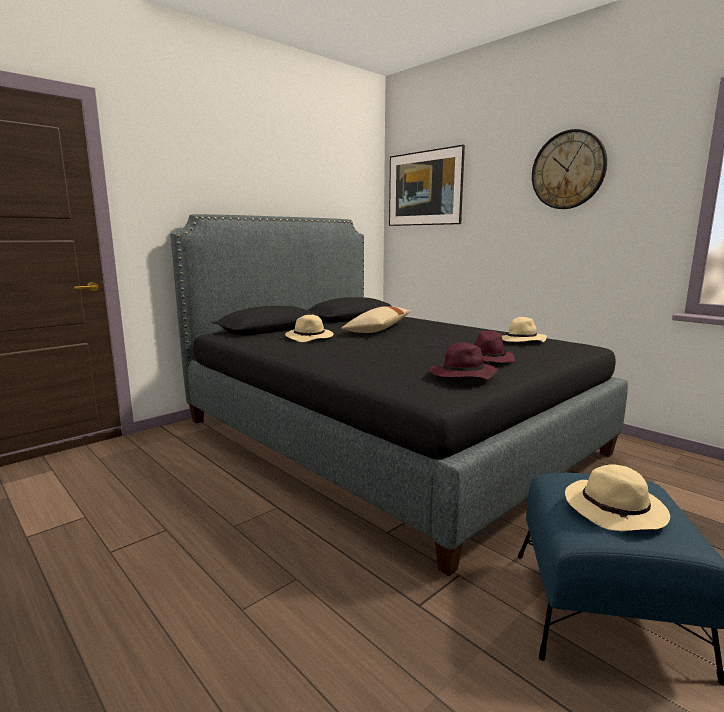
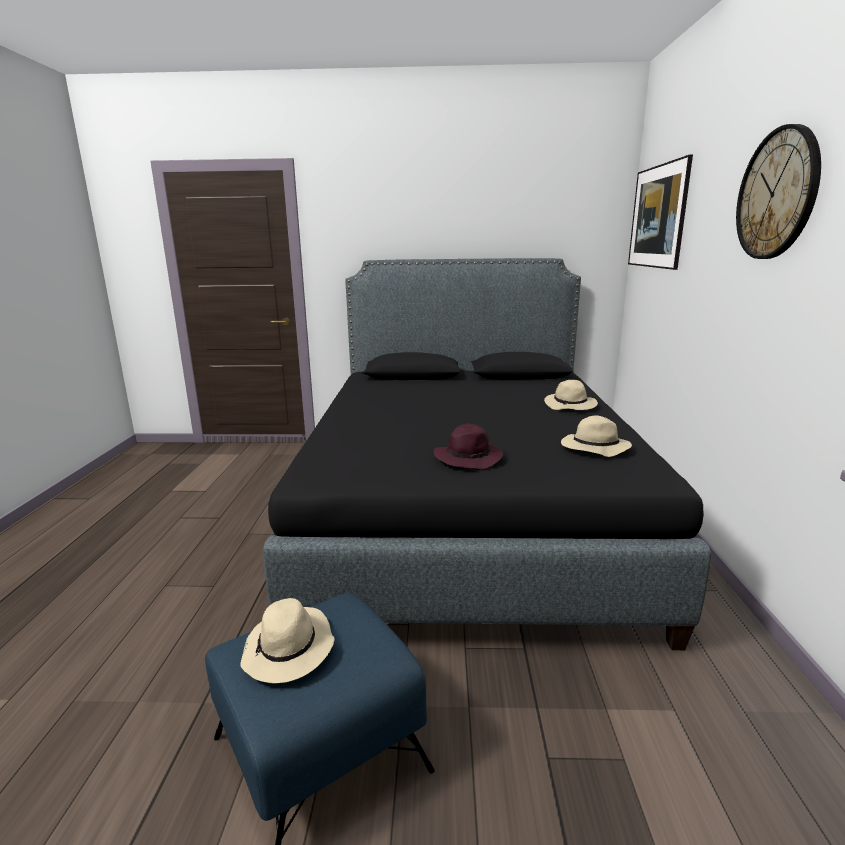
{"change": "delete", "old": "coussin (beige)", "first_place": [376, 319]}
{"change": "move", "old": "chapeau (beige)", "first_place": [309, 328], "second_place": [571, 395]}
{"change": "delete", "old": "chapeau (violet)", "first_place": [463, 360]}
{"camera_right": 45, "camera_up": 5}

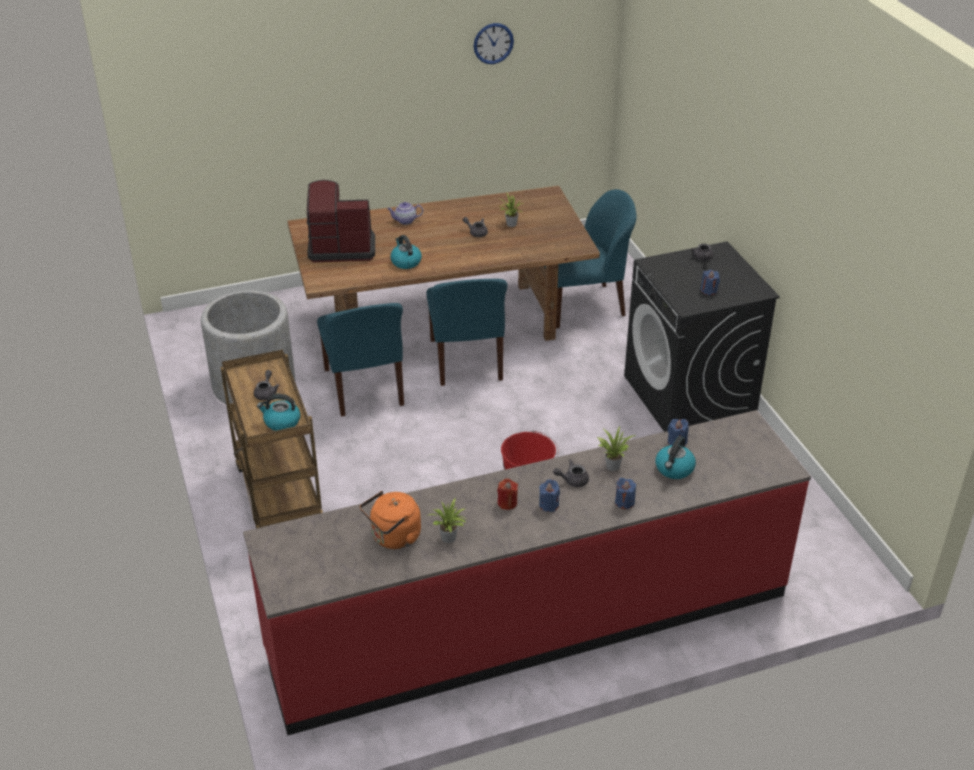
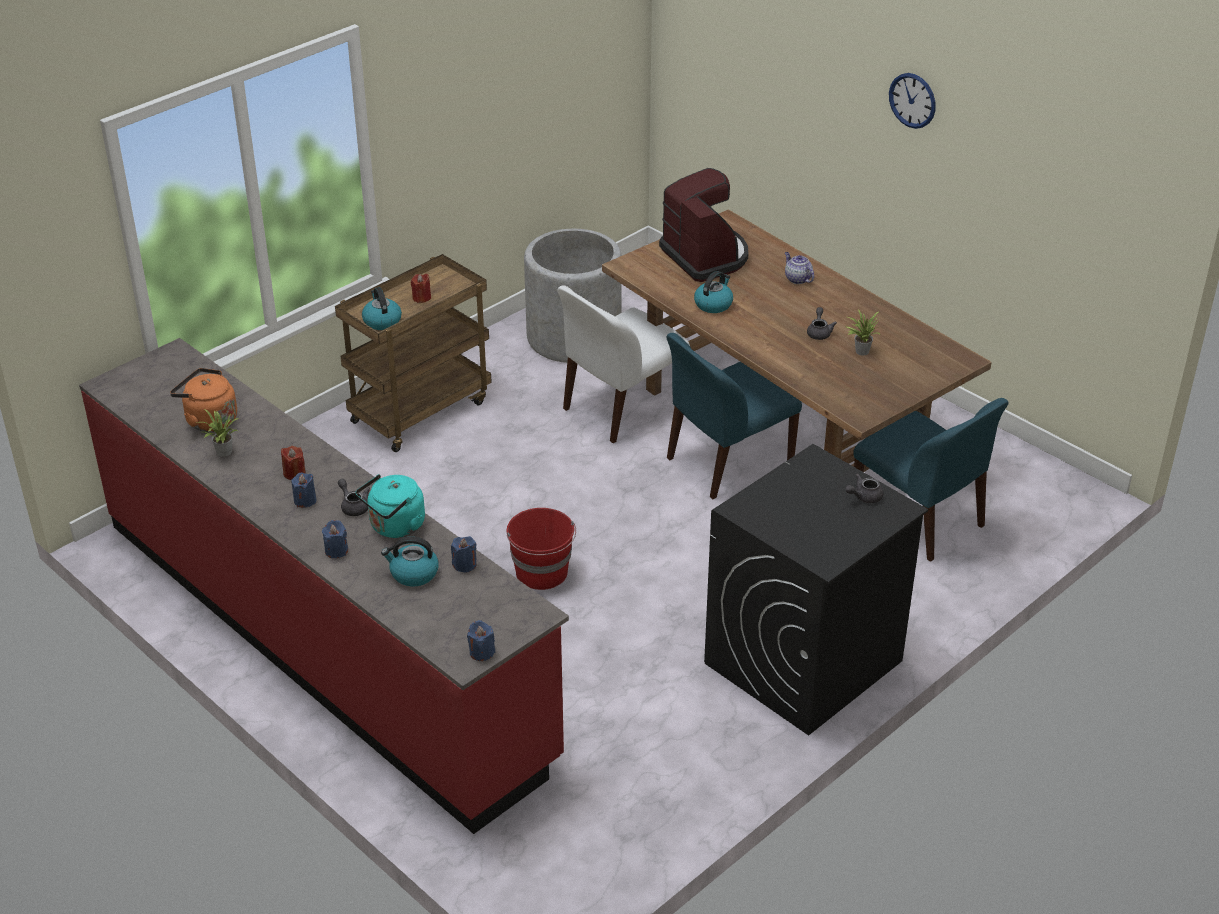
{"change": "move", "old": "horloge murale", "first_place": [493, 43], "second_place": [912, 101]}
{"change": "move", "old": "bougie (bleu)", "first_place": [710, 282], "second_place": [481, 640]}
{"change": "recolor", "old": "chaise (bleu)", "new": "chaise (blanc)", "first_place": [360, 360], "second_place": [624, 364]}
{"change": "replace", "old": "théière (gris)", "new": "bougie (rouge)", "first_place": [266, 385], "second_place": [421, 288]}
{"change": "replace", "old": "plante en pot", "new": "bouilloire (turquoise)", "first_place": [616, 448], "second_place": [390, 506]}
{"camera_right": 65, "camera_up": 0}

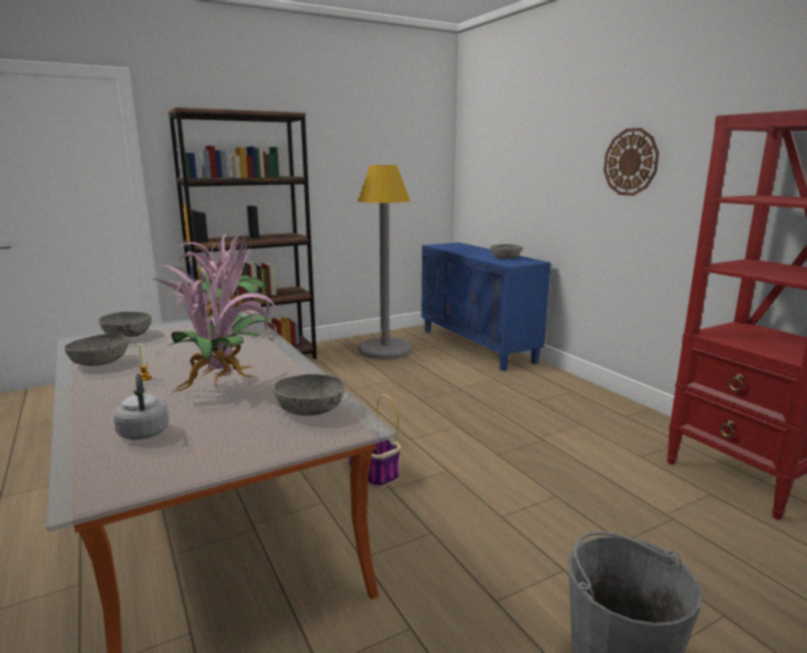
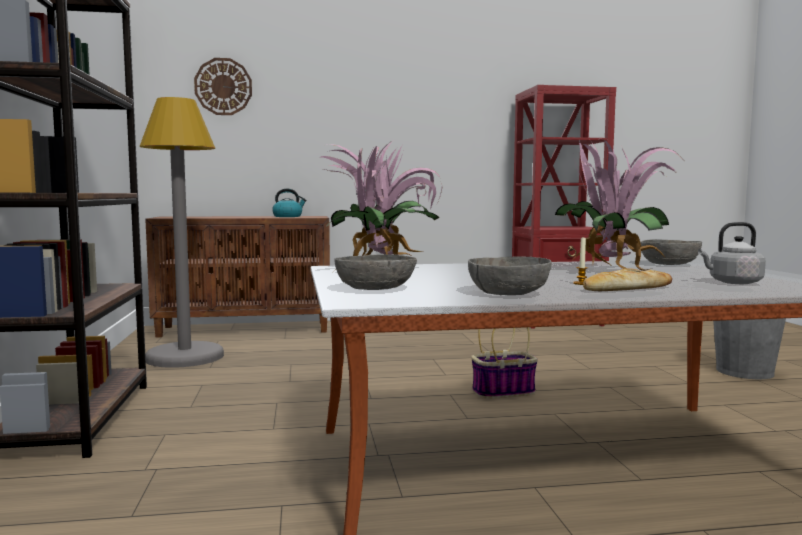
{"change": "move", "old": "horloge murale", "first_place": [631, 162], "second_place": [223, 86]}
{"change": "recolor", "old": "meuble de rangement (bleu)", "new": "meuble de rangement (marron)", "first_place": [486, 306], "second_place": [237, 277]}
{"change": "replace", "old": "bol (gris)", "new": "bouilloire", "first_place": [506, 251], "second_place": [289, 203]}
{"change": "insert", "new": "pain", "second_place": [627, 279]}
{"camera_right": -70, "camera_up": -10}

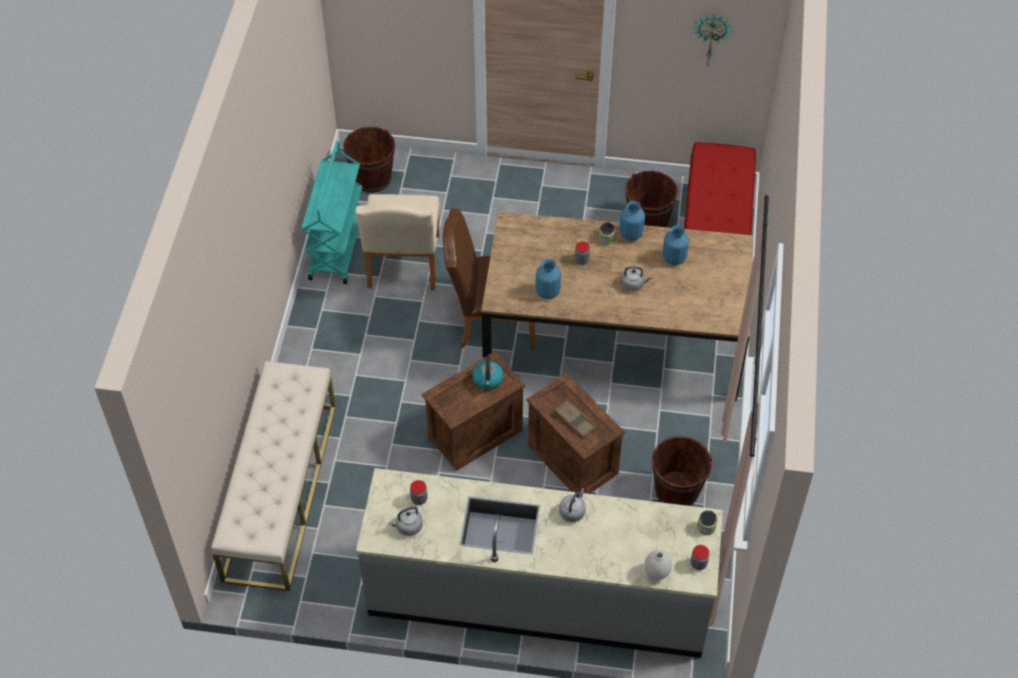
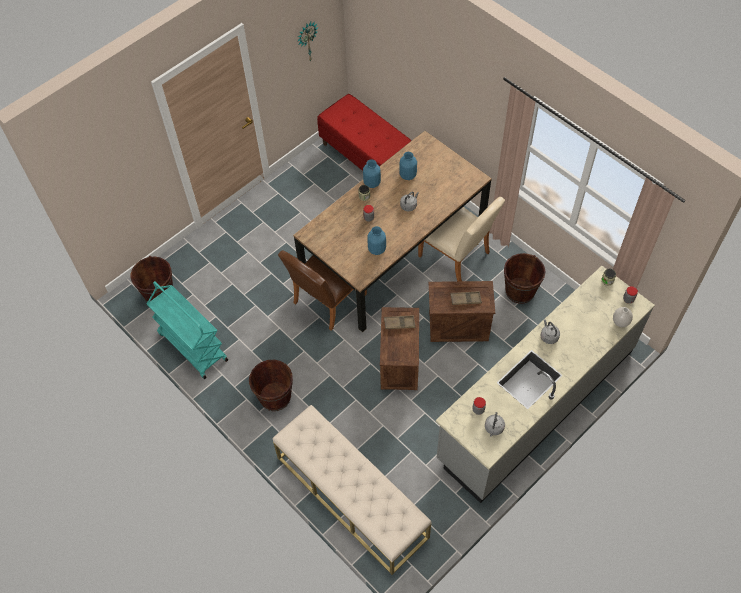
{"change": "move", "old": "seau (marron)", "first_place": [651, 199], "second_place": [271, 385]}
{"change": "move", "old": "chaise (beige)", "first_place": [397, 242], "second_place": [461, 239]}
{"change": "replace", "old": "bouilloire", "new": "plateau (marron)", "first_place": [488, 372], "second_place": [400, 322]}
{"camera_right": -50, "camera_up": 5}

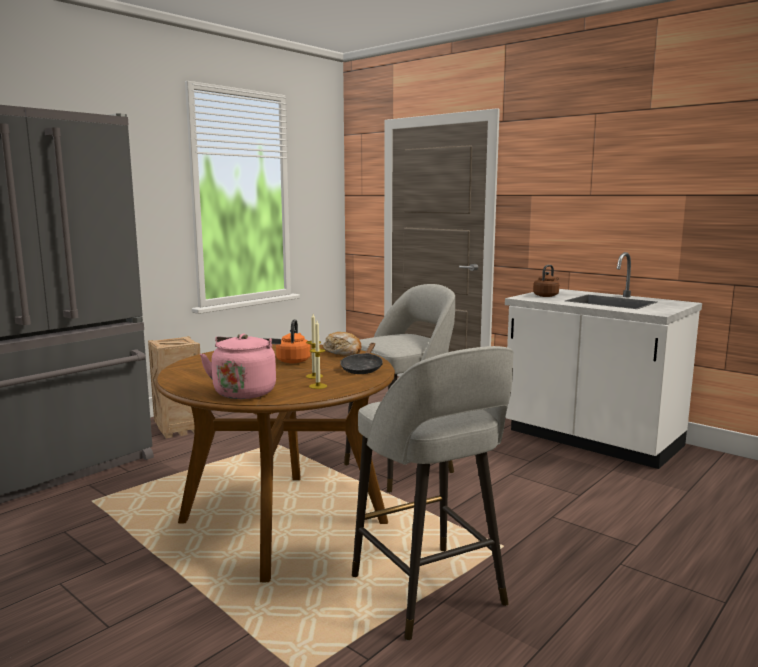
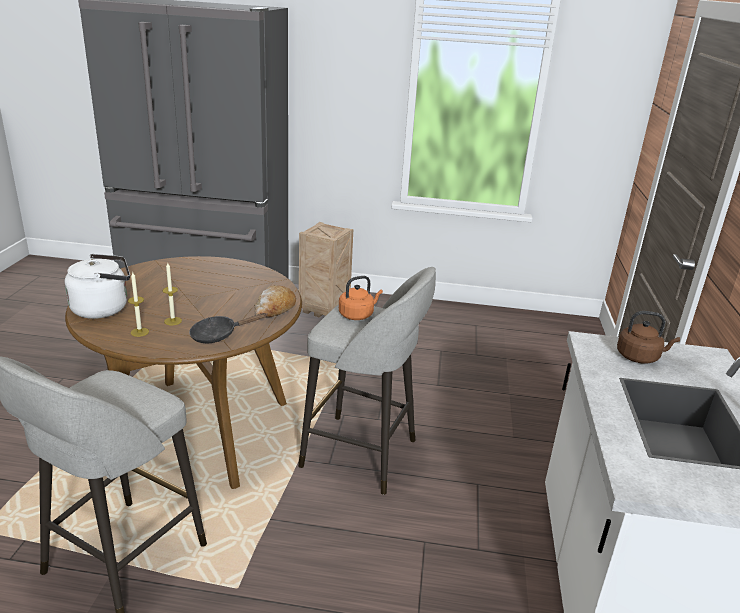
{"change": "move", "old": "bouilloire (orange)", "first_place": [293, 341], "second_place": [361, 298]}
{"change": "recolor", "old": "bouilloire (rose)", "new": "bouilloire (blanc)", "first_place": [240, 366], "second_place": [97, 286]}
{"camera_right": 55, "camera_up": 15}

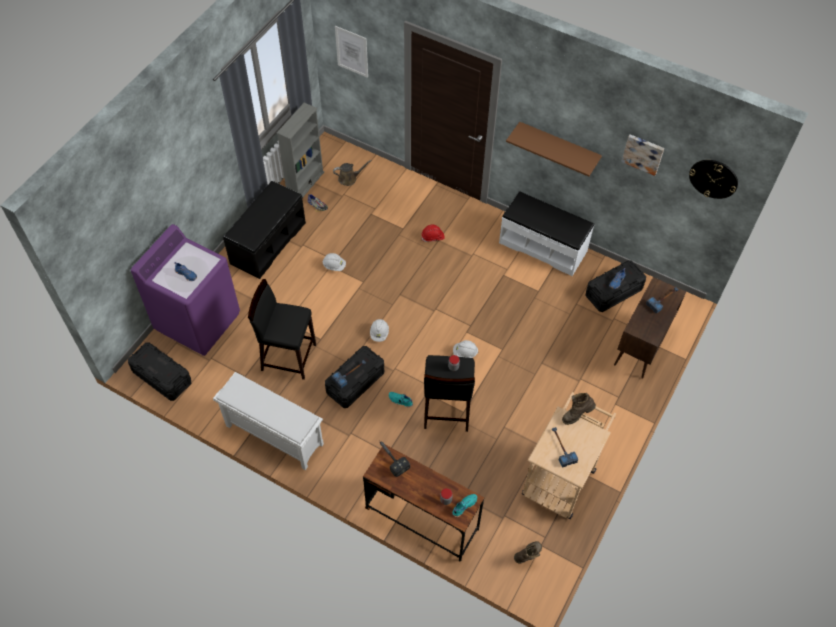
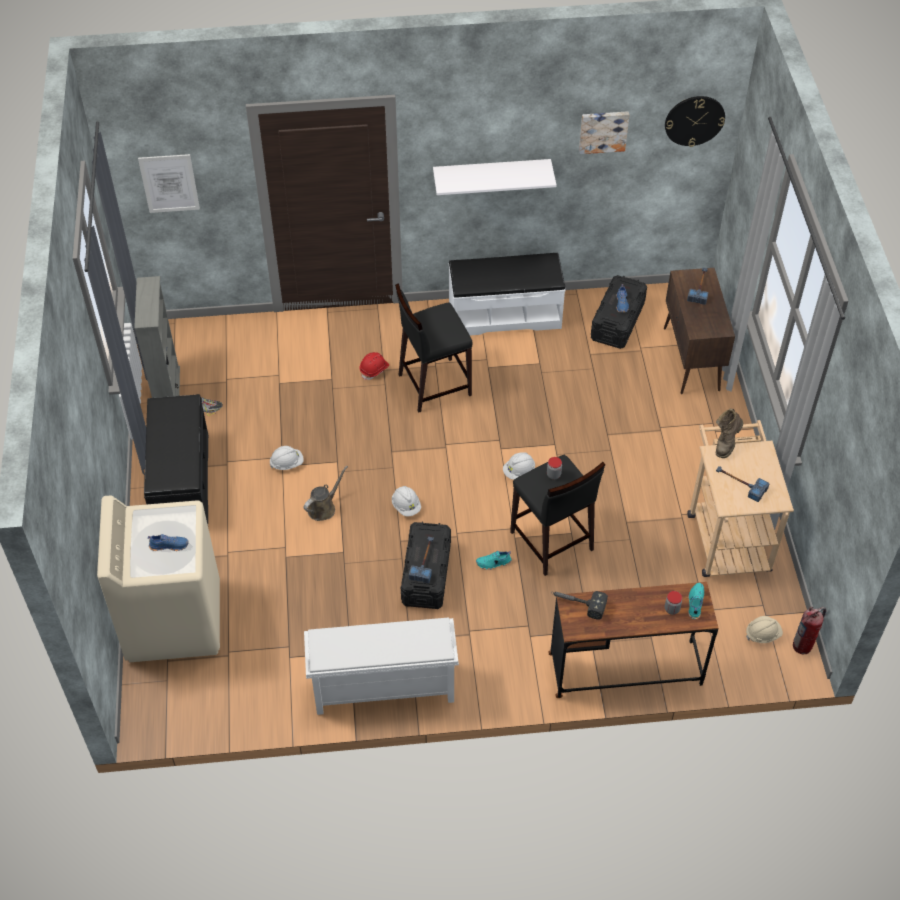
{"change": "recolor", "old": "étagère (marron)", "new": "étagère (blanc)", "first_place": [554, 149], "second_place": [495, 177]}
{"change": "move", "old": "arrosoir (marron)", "first_place": [352, 173], "second_place": [326, 493]}
{"change": "recolor", "old": "lave-linge (violet)", "new": "lave-linge (beige)", "first_place": [185, 290], "second_place": [158, 579]}
{"change": "move", "old": "tabouret (noir)", "first_place": [282, 329], "second_place": [434, 348]}
{"change": "delete", "old": "boîte de rangement (noir)", "first_place": [159, 371]}
{"change": "replace", "old": "botte (marron)", "new": "casque de chantier (beige)", "first_place": [528, 552], "second_place": [764, 629]}
{"change": "insert", "new": "extincteur", "second_place": [809, 630]}
{"camera_right": -35, "camera_up": -5}

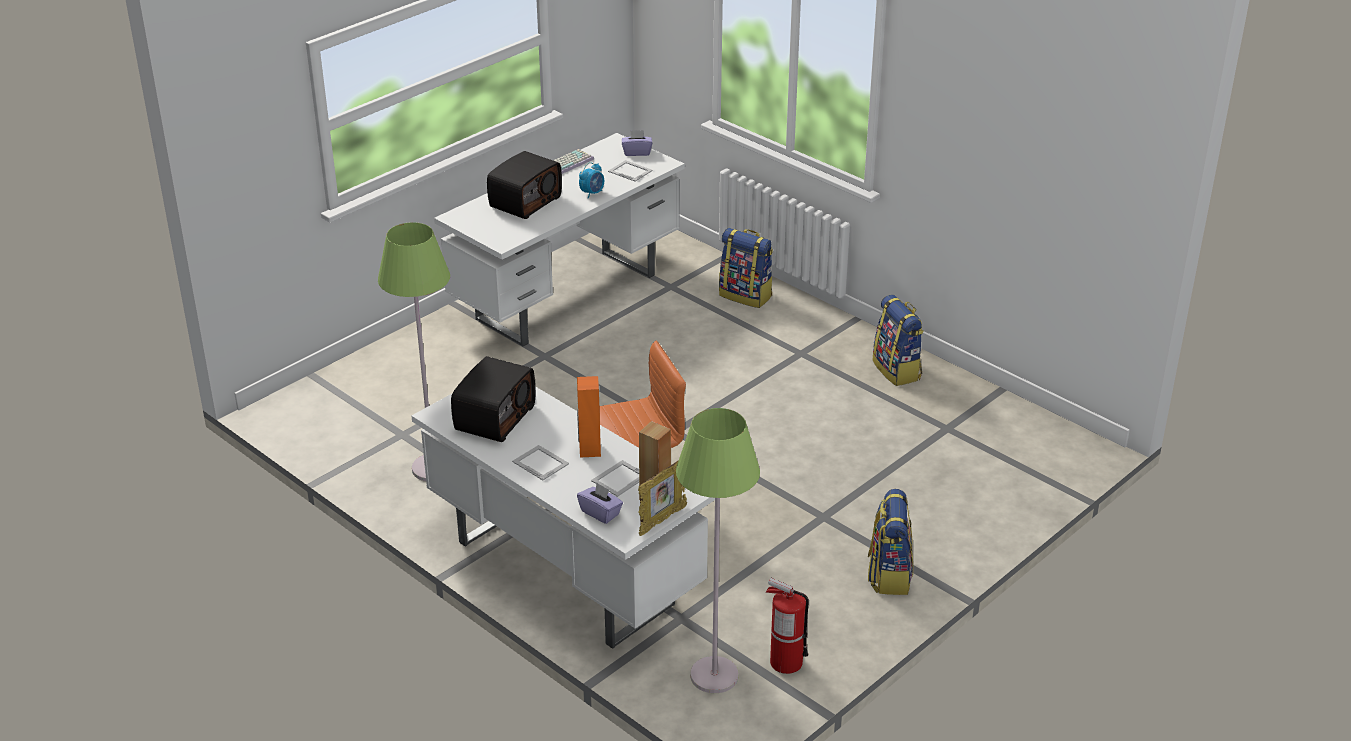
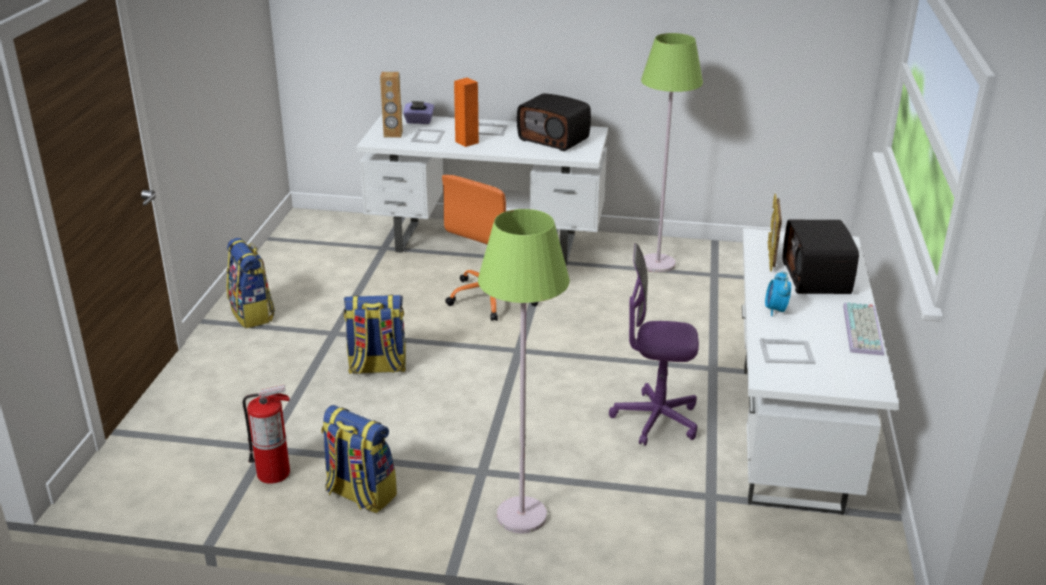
{"change": "delete", "old": "boîte à mouchoirs (violet)", "first_place": [637, 143]}
{"change": "move", "old": "sac à dos", "first_place": [746, 268], "second_place": [375, 334]}
{"change": "rotate", "old": "radio", "first_place": [493, 399], "second_place": [554, 122], "degrees": -45}
{"change": "move", "old": "lampadaire (vert)", "first_place": [718, 550], "second_place": [524, 371]}
{"change": "move", "old": "cadre photo", "first_place": [662, 498], "second_place": [775, 233]}
{"change": "move", "old": "extincteur", "first_place": [787, 626], "second_place": [266, 434]}
{"change": "insert", "new": "chaise de bureau (violet)", "second_place": [654, 344]}
{"camera_right": 145, "camera_up": -5}

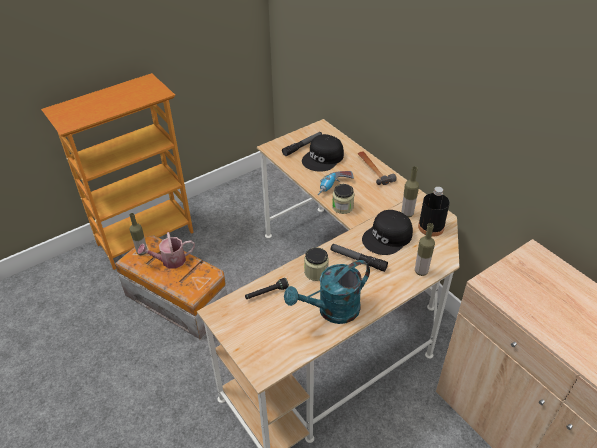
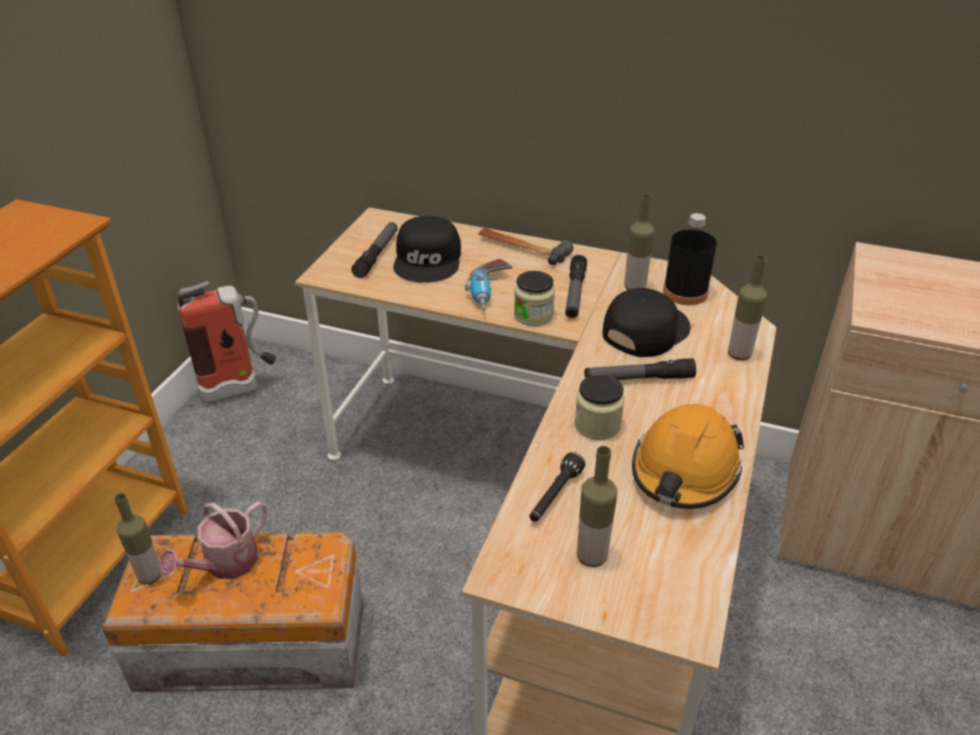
{"change": "rotate", "old": "casquette (noir)", "first_place": [387, 232], "second_place": [647, 322], "degrees": -150}
{"change": "replace", "old": "arrosoir (turquoise)", "new": "casque de chantier (orange)", "first_place": [327, 292], "second_place": [688, 456]}
{"change": "insert", "new": "lampe de poche", "second_place": [576, 286]}
{"change": "insert", "new": "extincteur", "second_place": [227, 342]}
{"change": "insert", "new": "bouteille", "second_place": [597, 506]}
{"camera_right": -35, "camera_up": -5}

